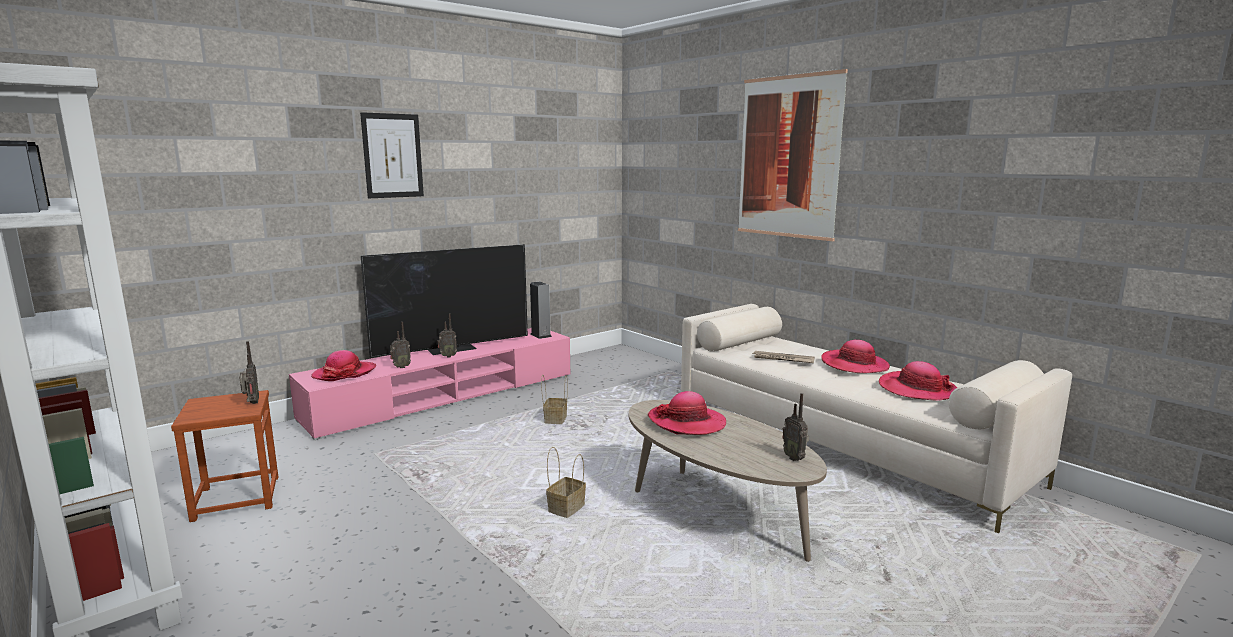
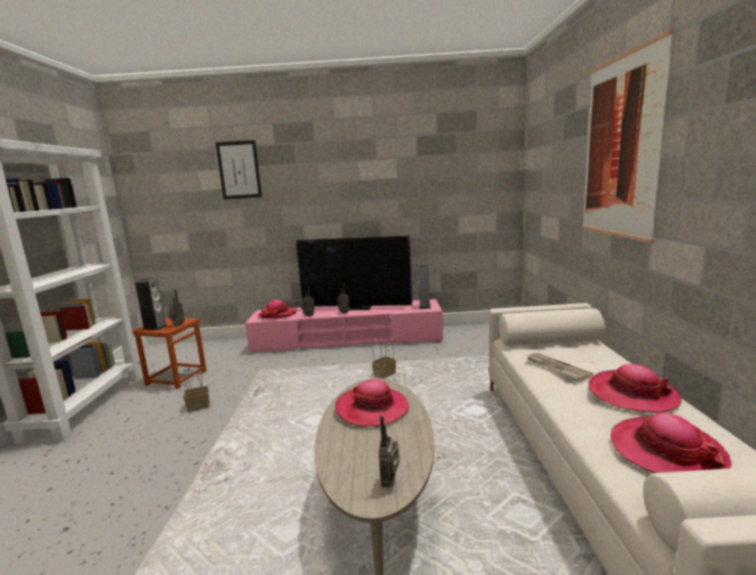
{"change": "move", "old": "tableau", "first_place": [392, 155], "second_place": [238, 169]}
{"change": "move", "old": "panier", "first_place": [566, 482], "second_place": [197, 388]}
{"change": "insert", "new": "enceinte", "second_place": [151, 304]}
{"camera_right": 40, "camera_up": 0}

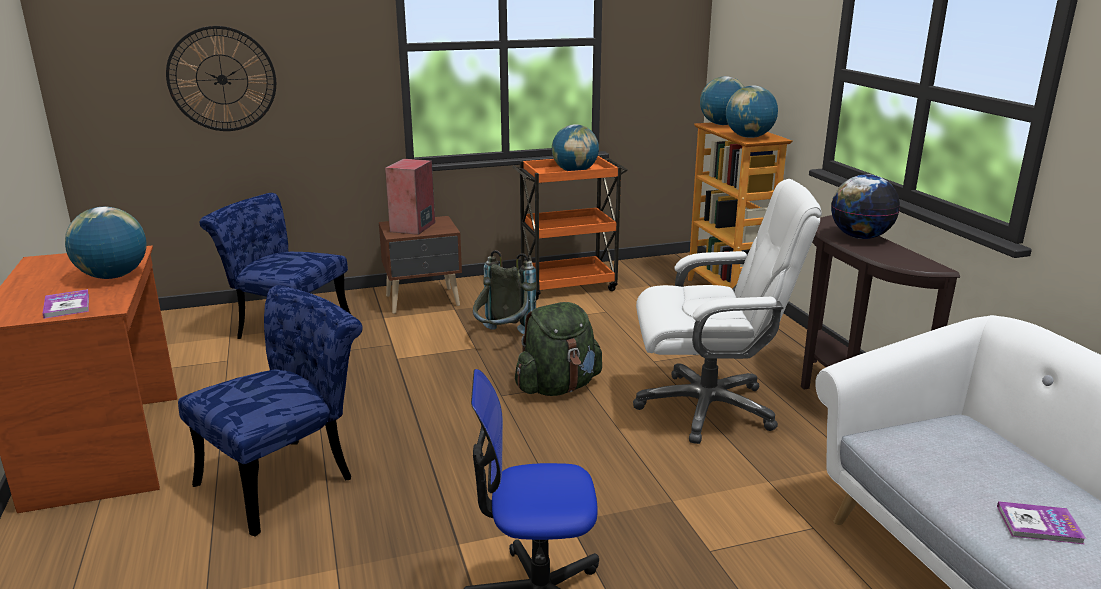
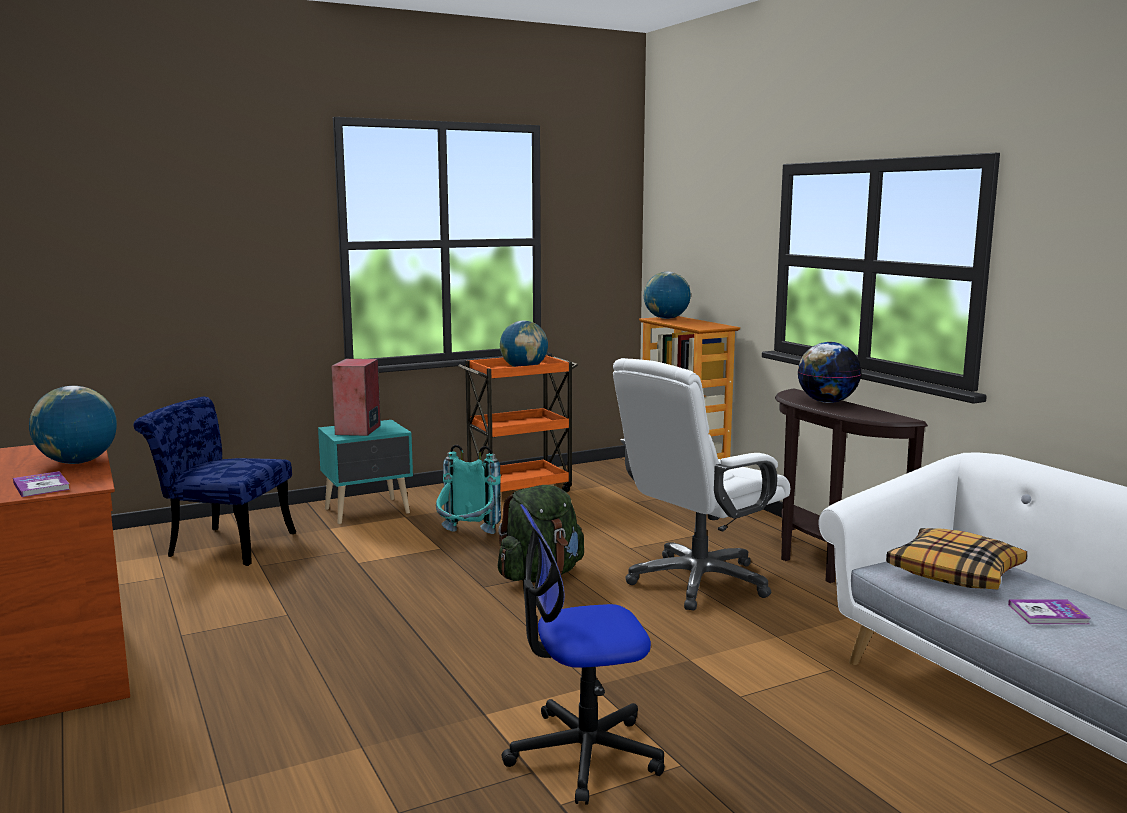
{"change": "delete", "old": "horloge murale", "first_place": [221, 78]}
{"change": "delete", "old": "globe", "first_place": [752, 112]}
{"change": "rotate", "old": "chaise de bureau (blanc)", "first_place": [727, 311], "second_place": [701, 484], "degrees": 150}
{"change": "recolor", "old": "table de chevet (marron)", "new": "table de chevet (turquoise)", "first_place": [420, 265], "second_place": [365, 472]}
{"change": "recolor", "old": "sac à dos (gris)", "new": "sac à dos (turquoise)", "first_place": [505, 292], "second_place": [468, 489]}
{"change": "delete", "old": "chaise (bleu)", "first_place": [270, 411]}
{"change": "insert", "new": "coussin", "second_place": [956, 559]}
{"camera_right": -10, "camera_up": -10}

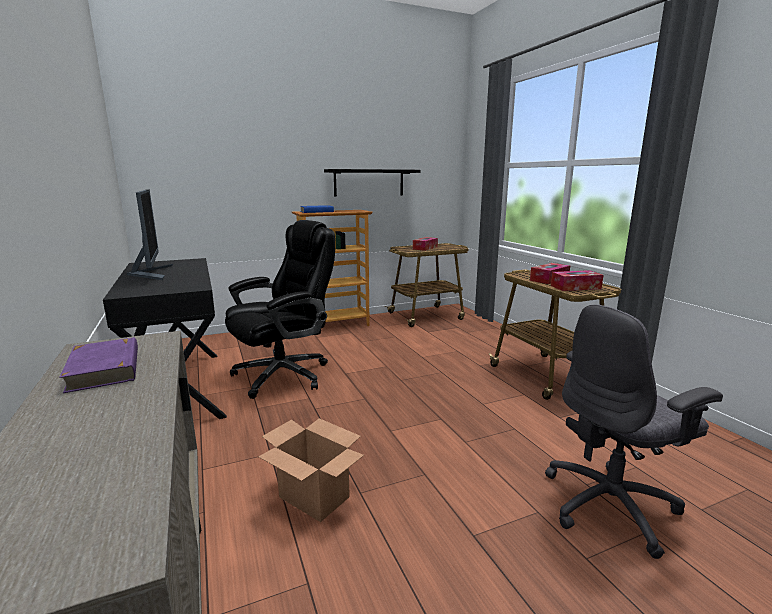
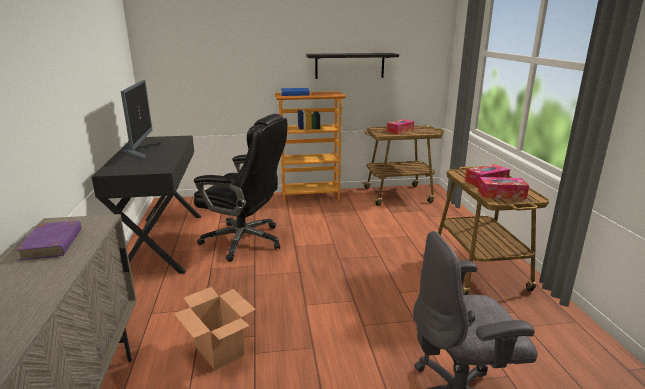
{"change": "rotate", "old": "chaise de bureau (noir)", "first_place": [280, 309], "second_place": [240, 188], "degrees": 45}
{"camera_right": 15, "camera_up": 5}

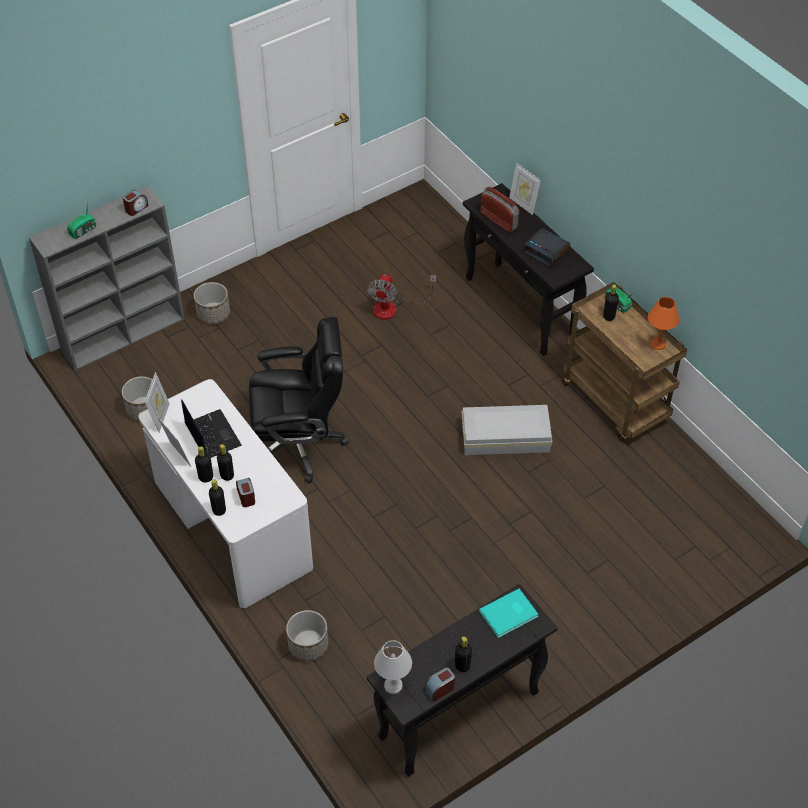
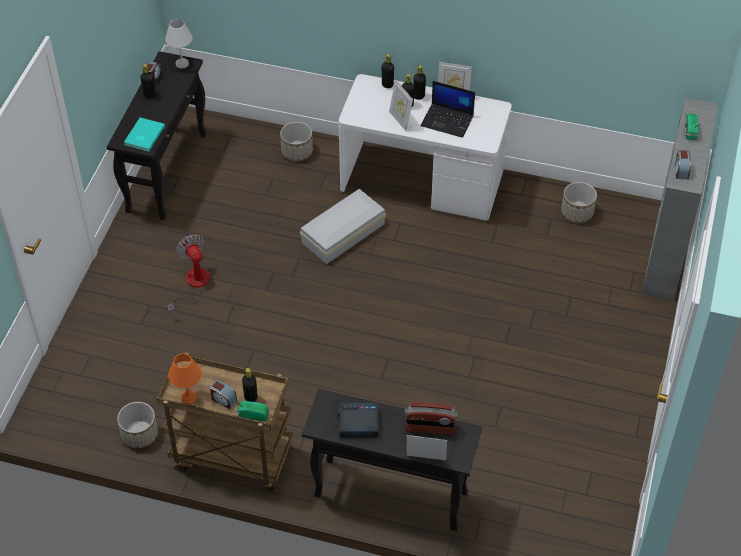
{"change": "move", "old": "ventilateur", "first_place": [401, 297], "second_place": [188, 274]}
{"change": "move", "old": "cache-pot", "first_place": [212, 303], "second_place": [137, 425]}
{"change": "delete", "old": "chaise de bureau (noir)", "first_place": [299, 400]}
{"change": "move", "old": "cadre photo", "first_place": [157, 402], "second_place": [401, 105]}
{"change": "move", "old": "boîte de rangement (blanc)", "first_place": [507, 430], "second_place": [343, 226]}
{"change": "move", "old": "réveil", "first_place": [245, 492], "second_place": [223, 394]}
{"camera_right": 140, "camera_up": 0}

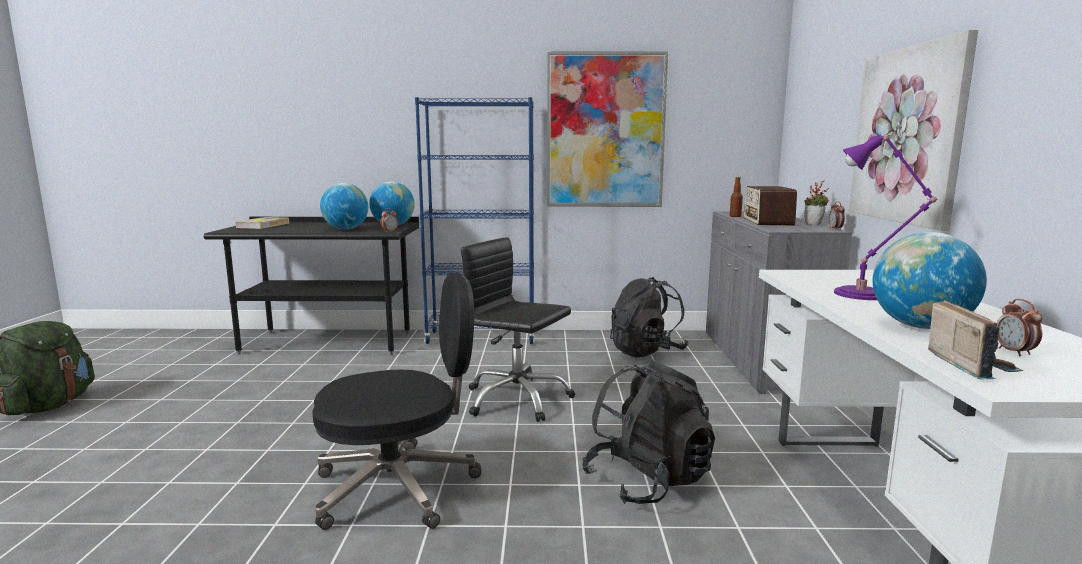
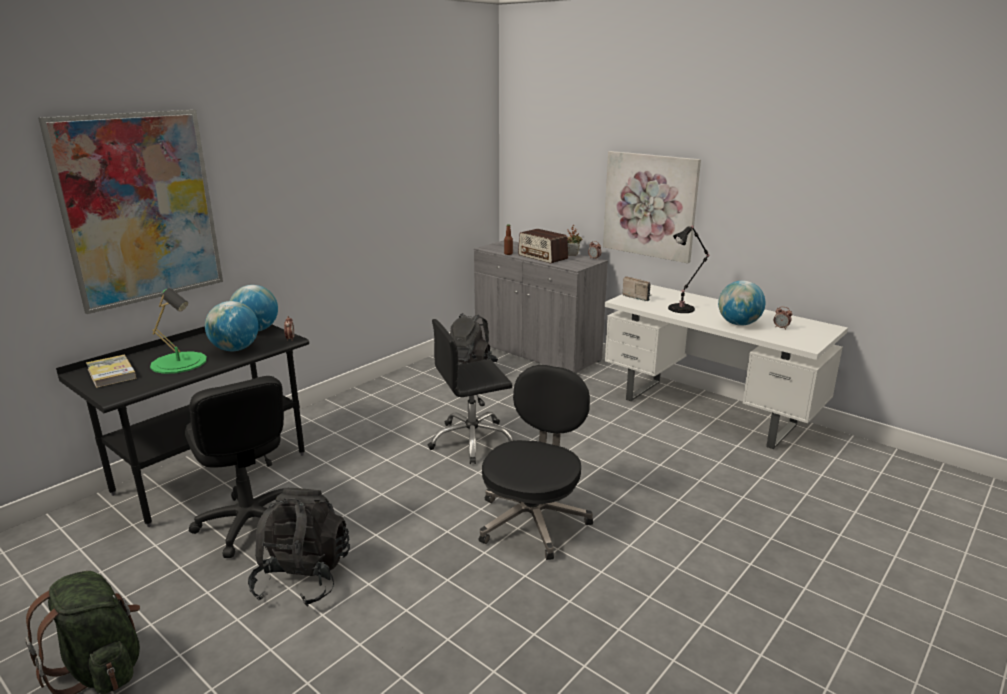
{"change": "move", "old": "tableau", "first_place": [607, 129], "second_place": [130, 211]}
{"change": "delete", "old": "bibliothèque (bleu)", "first_place": [474, 220]}
{"change": "recolor", "old": "lampe de table (violet)", "new": "lampe de table (noir)", "first_place": [886, 217], "second_place": [689, 269]}
{"change": "move", "old": "radio", "first_place": [975, 339], "second_place": [636, 288]}
{"change": "move", "old": "sac à dos (noir)", "first_place": [649, 432], "second_place": [299, 547]}
{"change": "insert", "new": "lampe de table (vert)", "second_place": [178, 331]}
{"change": "insert", "new": "chaise de bureau (noir)", "second_place": [234, 467]}
{"camera_right": -50, "camera_up": 10}

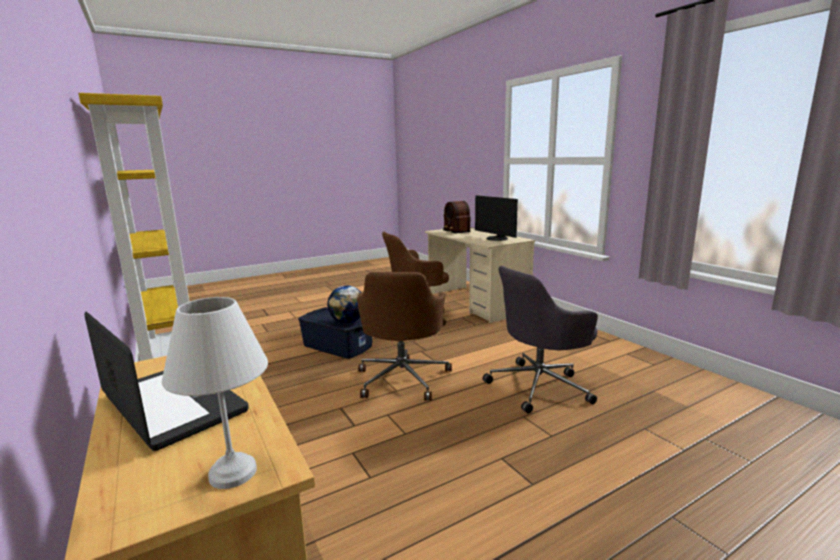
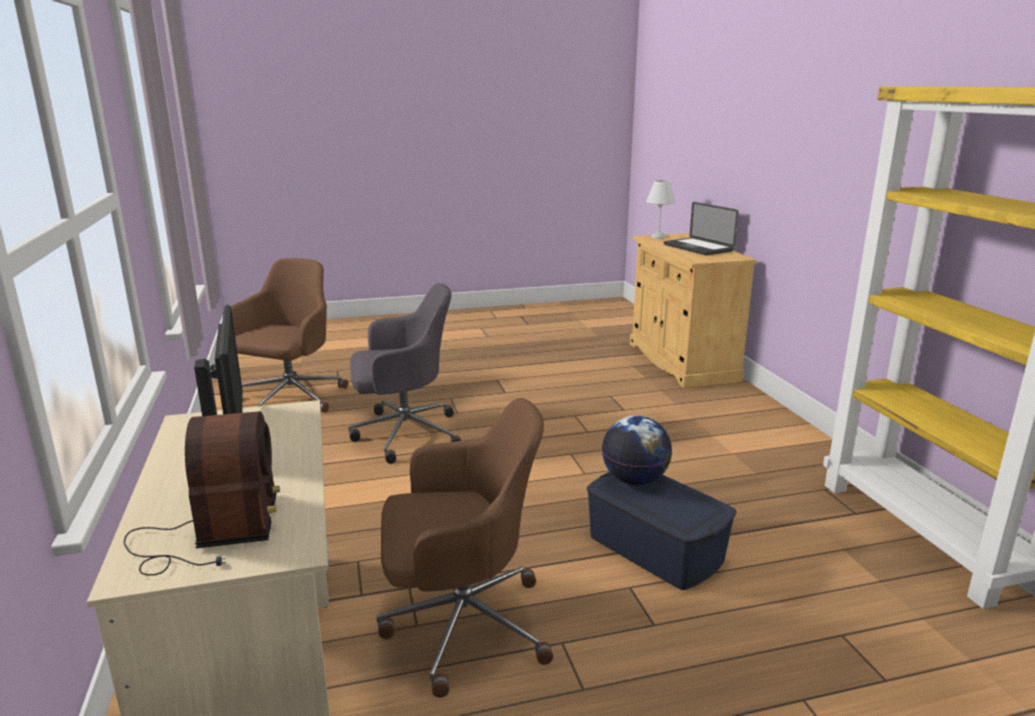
{"change": "move", "old": "chaise de bureau (marron)", "first_place": [404, 336], "second_place": [289, 335]}
{"camera_right": -165, "camera_up": 5}

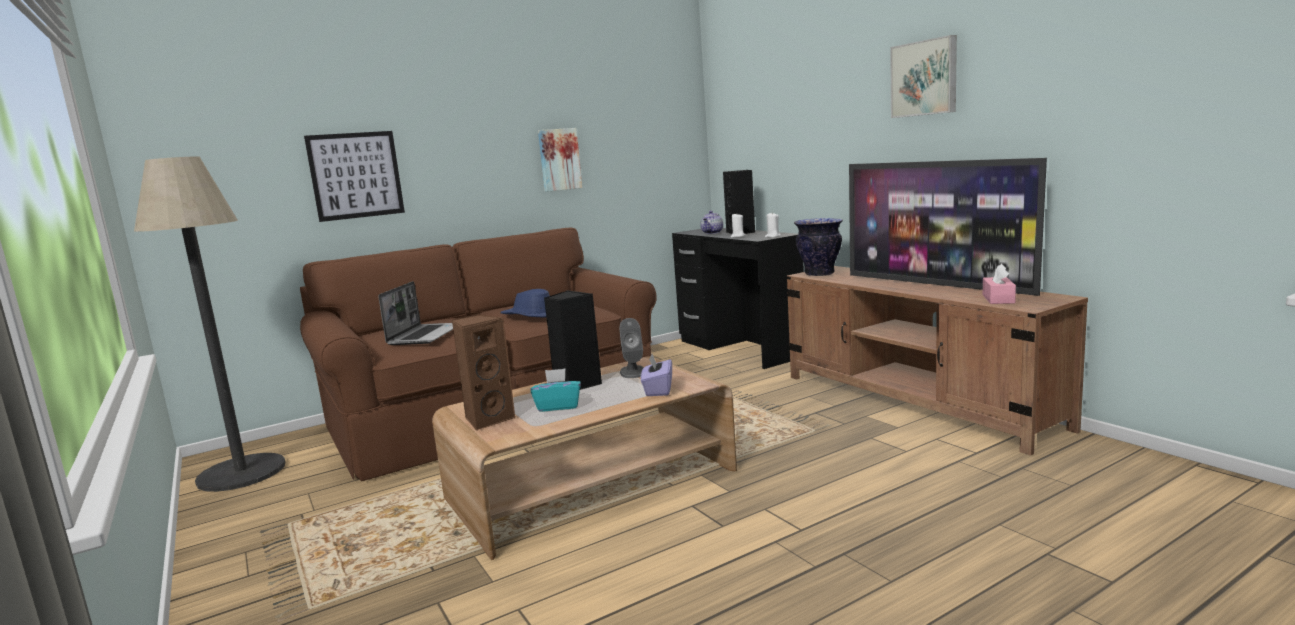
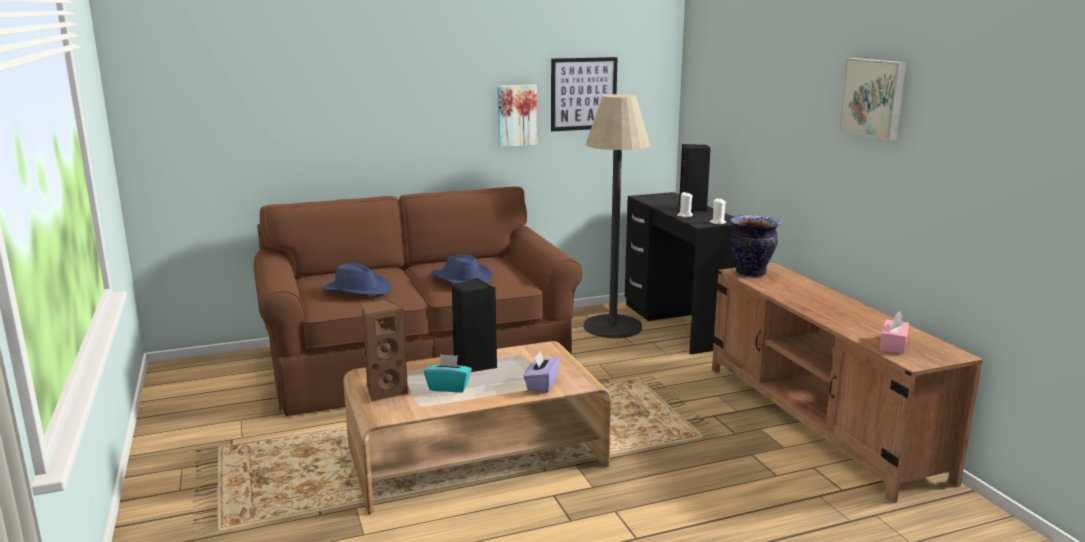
{"change": "move", "old": "tableau", "first_place": [354, 176], "second_place": [584, 94]}
{"change": "move", "old": "lampadaire", "first_place": [209, 324], "second_place": [617, 216]}
{"change": "delete", "old": "téléviseur", "first_place": [948, 227]}
{"change": "delete", "old": "théière", "first_place": [712, 222]}
{"change": "replace", "old": "ordinateur portable", "new": "chapeau (bleu)", "first_place": [415, 313], "second_place": [356, 279]}
{"change": "delete", "old": "enceinte (gris)", "first_place": [631, 348]}
{"camera_right": 10, "camera_up": 5}

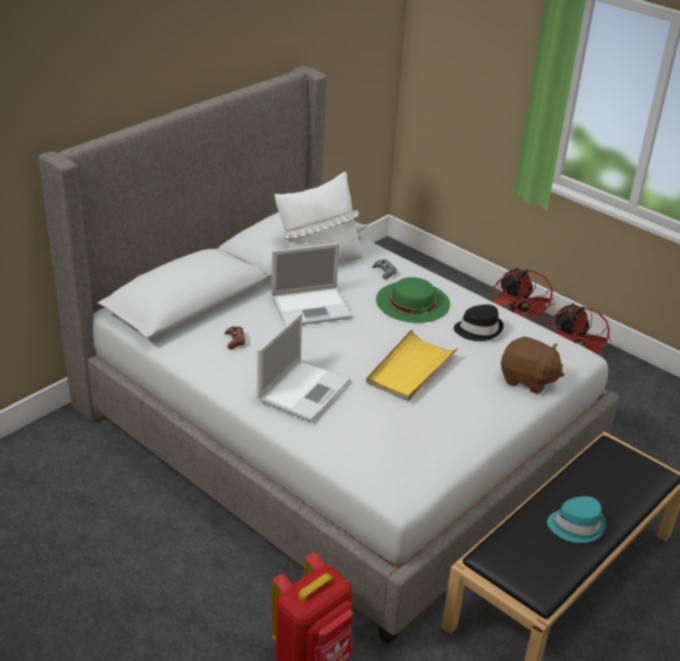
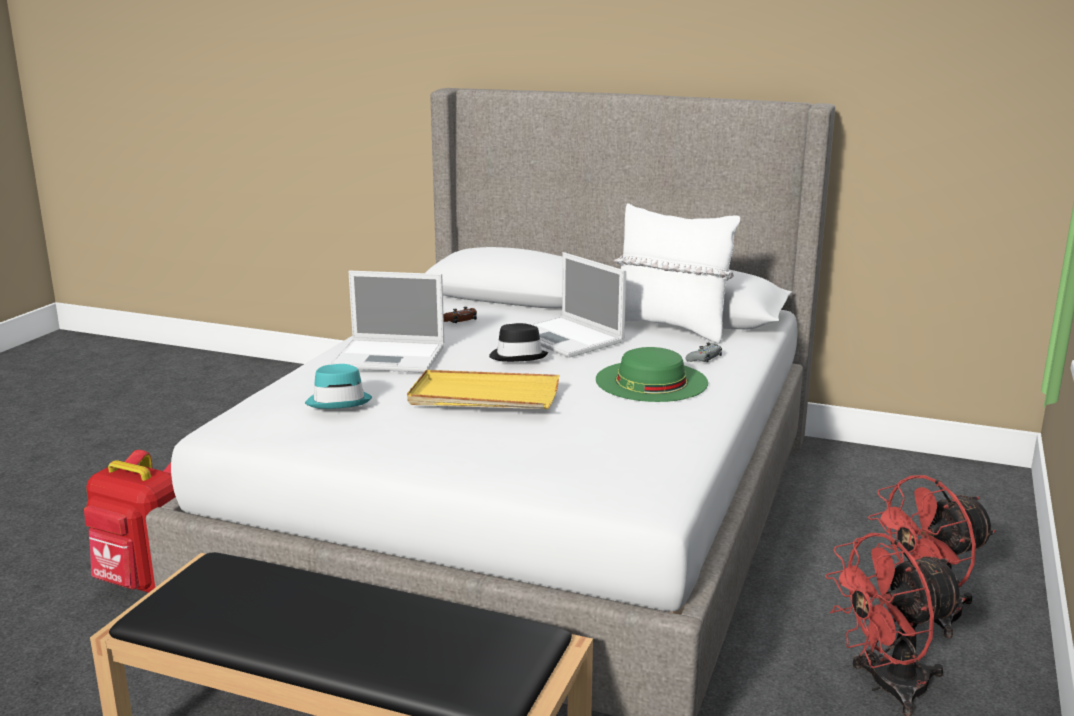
{"change": "move", "old": "chapeau (noir)", "first_place": [479, 322], "second_place": [518, 342]}
{"change": "delete", "old": "peluche (marron)", "first_place": [532, 365]}
{"change": "move", "old": "chapeau (turquoise)", "first_place": [577, 519], "second_place": [338, 386]}
{"camera_right": 70, "camera_up": -15}

